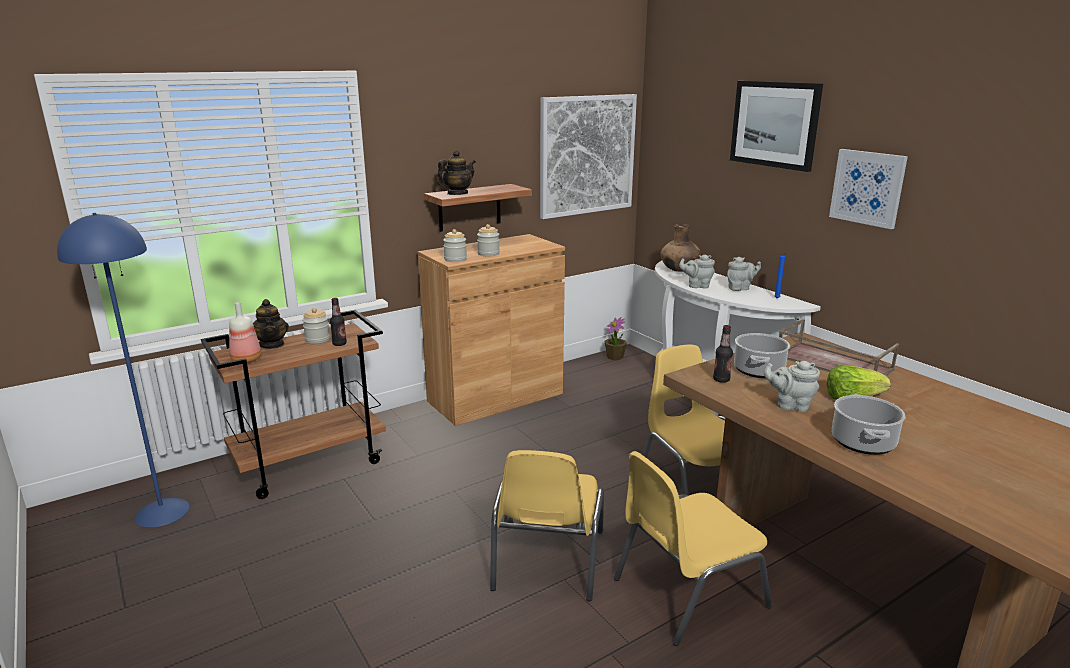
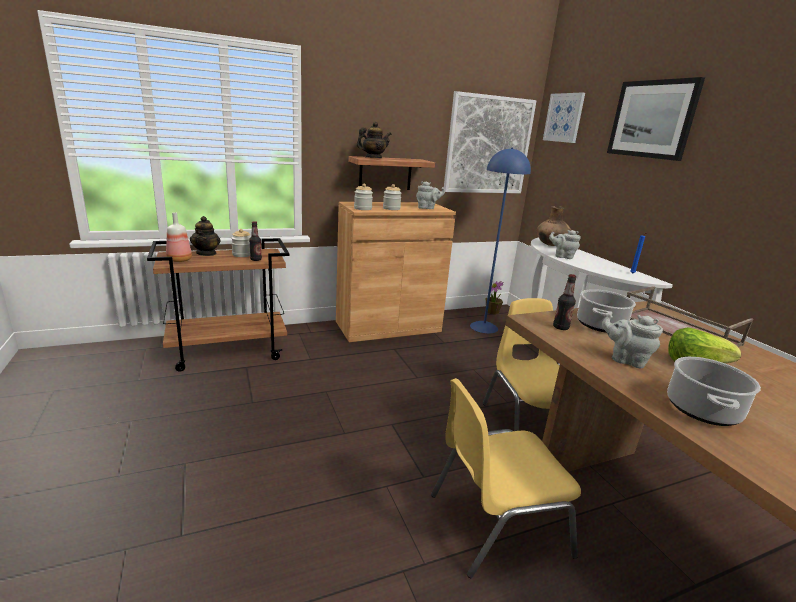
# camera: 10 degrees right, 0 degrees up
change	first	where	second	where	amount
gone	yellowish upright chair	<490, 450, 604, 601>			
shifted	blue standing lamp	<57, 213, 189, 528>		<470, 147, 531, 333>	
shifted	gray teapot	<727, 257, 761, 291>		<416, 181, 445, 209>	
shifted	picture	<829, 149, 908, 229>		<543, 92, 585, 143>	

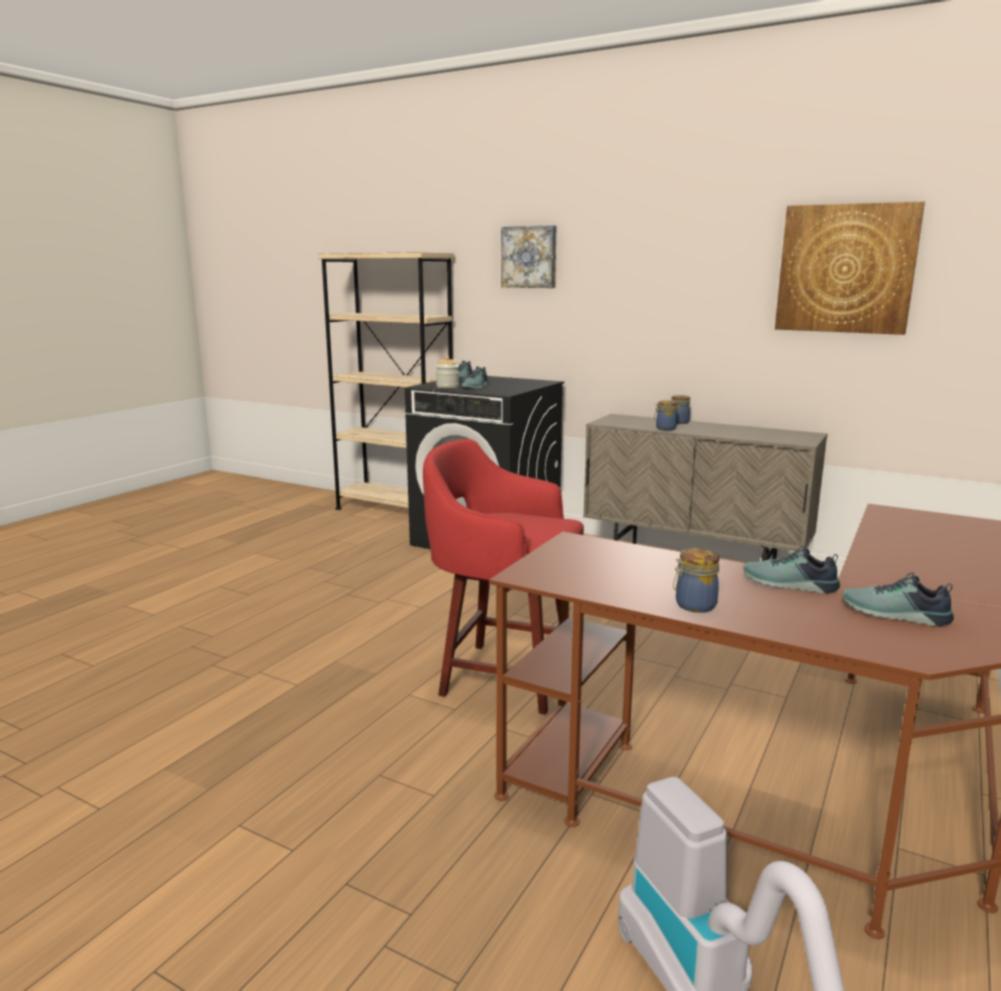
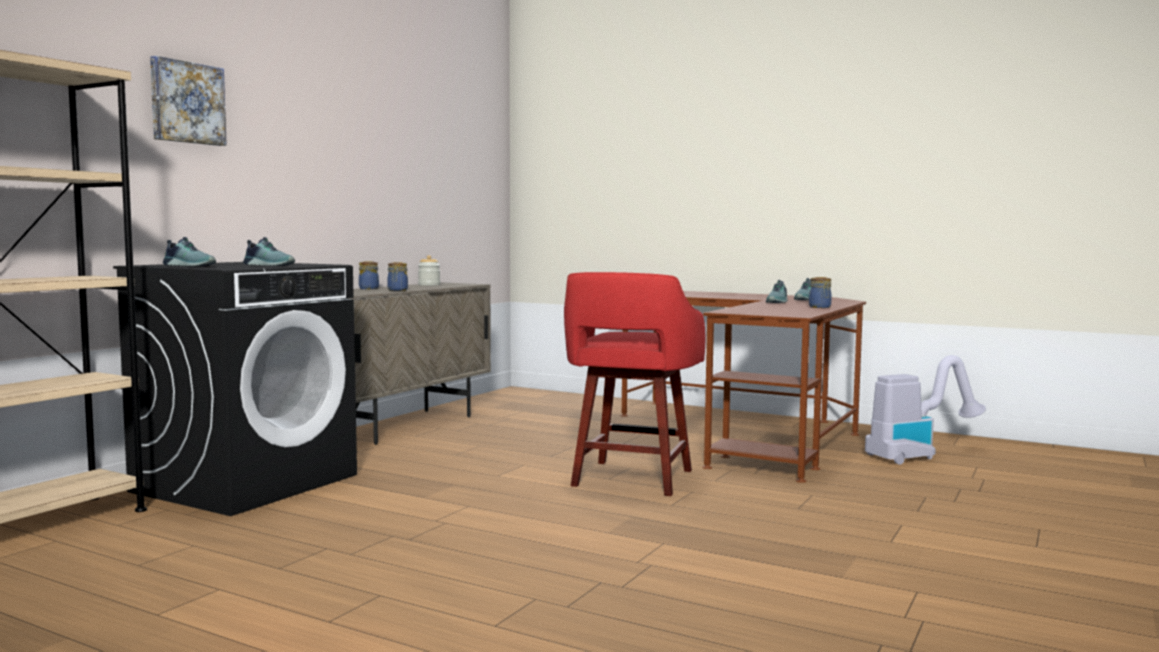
# camera: 90 degrees left, 10 degrees down
change	first	where	second	where	amount
gone	picture	<775, 202, 925, 335>			
shifted	storage jar	<436, 356, 459, 389>		<418, 255, 440, 286>	

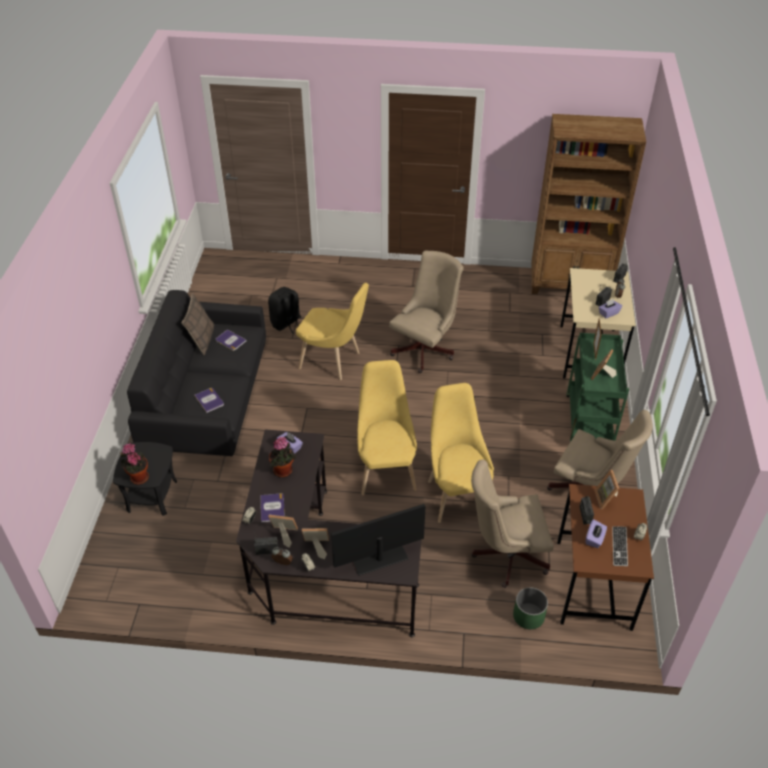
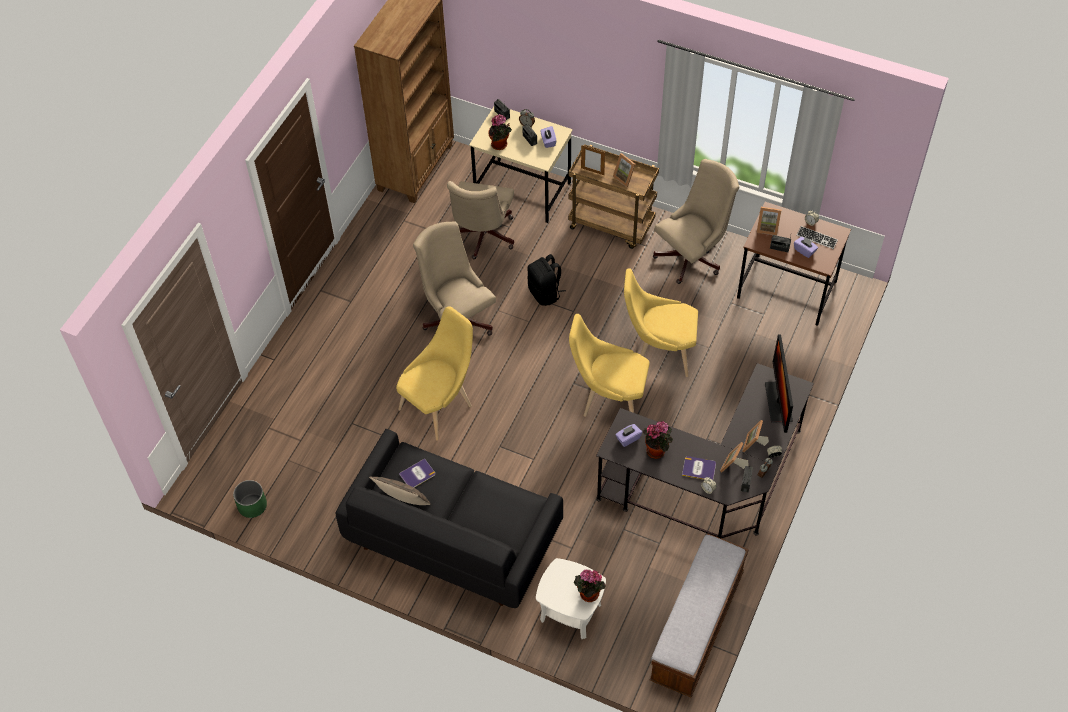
# camera: 70 degrees left, 10 degrees up
change	first	where	second	where	amount
gone	bound book	<194, 388, 224, 413>			
new			plant in a pot	<488, 114, 512, 150>	
new			bench	<649, 533, 749, 697>	
shifted	black rucksack	<268, 287, 301, 334>		<528, 254, 566, 306>	
shifted	beige-coloured desk chair	<471, 460, 554, 588>		<447, 181, 514, 259>	
shifted	green planter	<513, 587, 548, 629>		<233, 480, 267, 518>	
repainted	black end table	<113, 442, 177, 516>	white-coloured end table	<536, 558, 606, 639>	
repainted	green cart	<566, 333, 629, 442>	brown-coloured cart	<568, 144, 659, 249>	

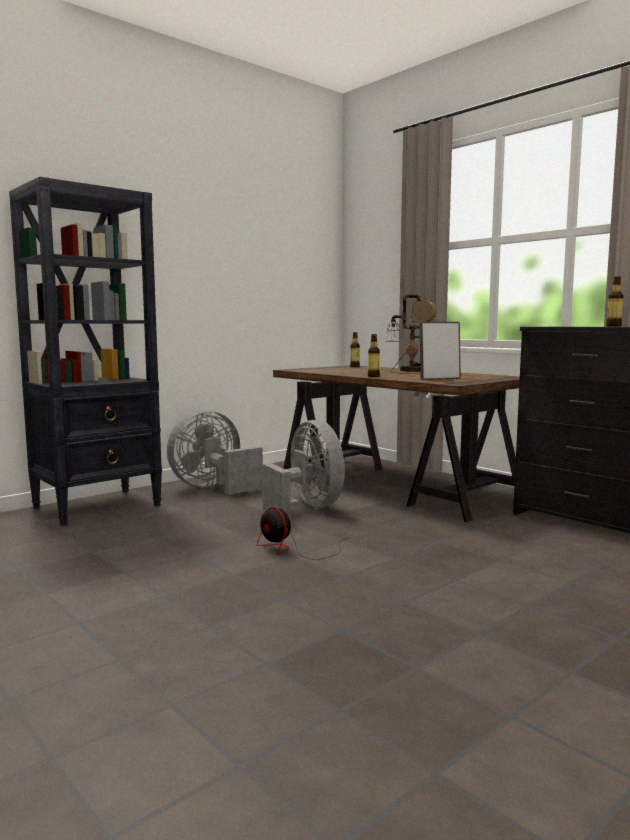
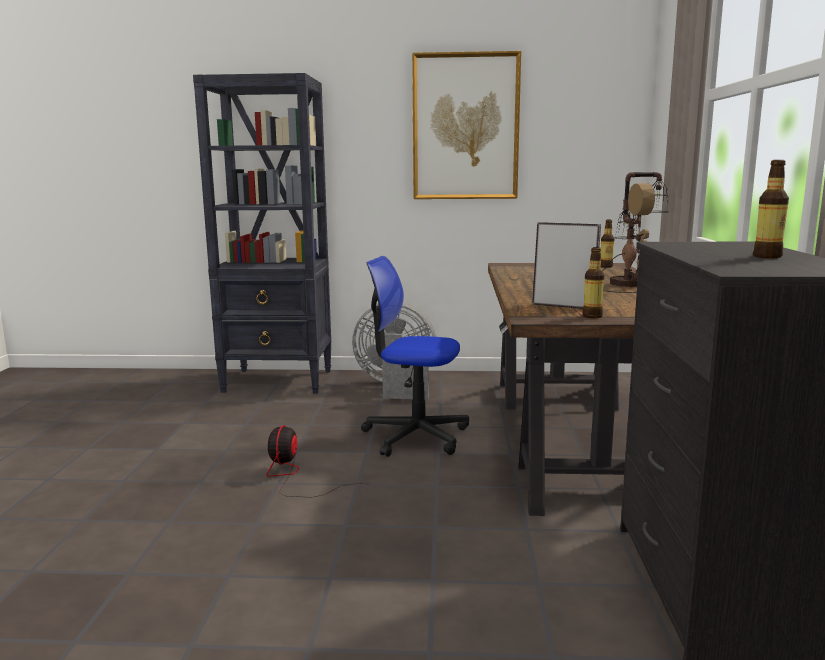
# camera: 45 degrees right, 5 degrees up
change	first	where	second	where	amount
new			picture	<412, 51, 521, 199>	
shifted	bottle	<368, 334, 380, 377>		<583, 247, 605, 319>	
swapped	gray cooling fan	<262, 420, 345, 520>	desk chair	<361, 256, 469, 457>	

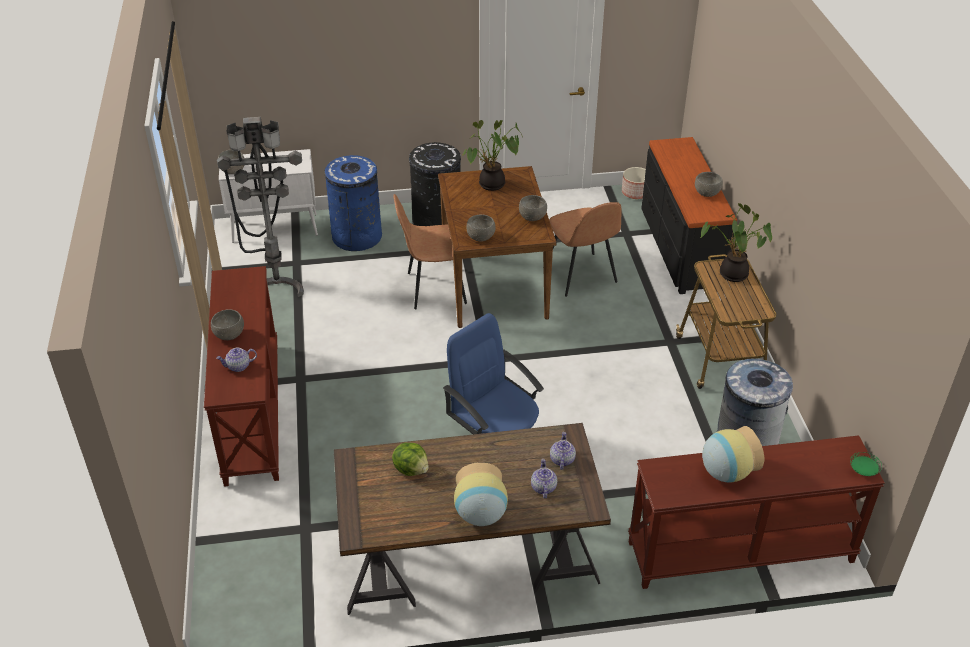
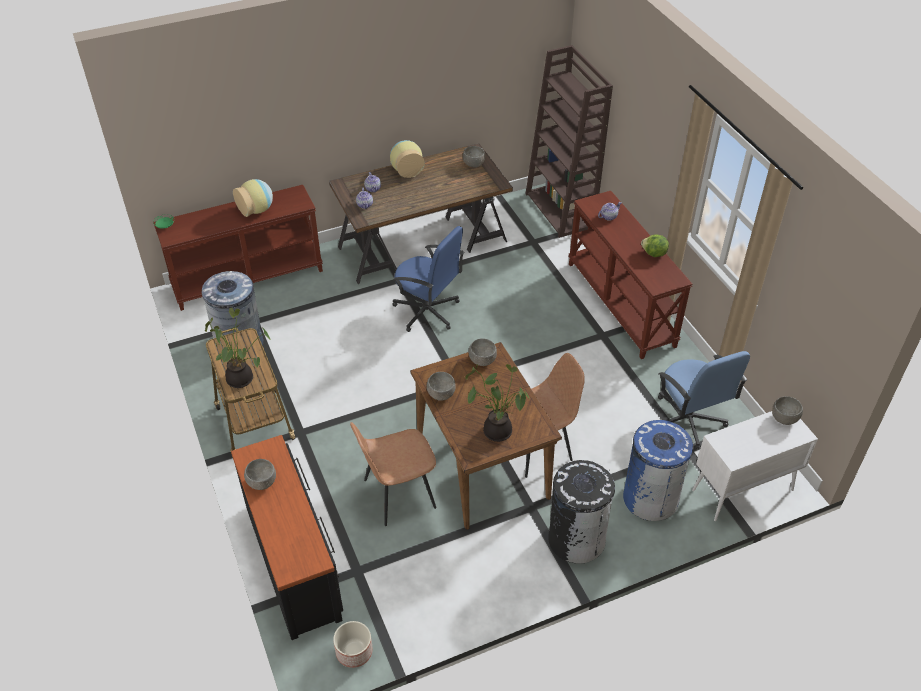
# camera: 165 degrees right, 5 degrees up
change	first	where	second	where	amount
new			brown-coloured bookcase	<526, 45, 613, 238>	
shifted	gray deep dish	<211, 309, 244, 340>		<463, 146, 485, 168>	
shifted	head of lettuce	<392, 443, 429, 476>		<641, 234, 669, 257>	
swapped	gray standing lamp	<217, 117, 304, 297>	blue desk chair	<658, 351, 750, 450>	
rotated	brown-coloured upright chair	<549, 202, 622, 297>		<350, 422, 436, 526>	75 degrees counterclockwise

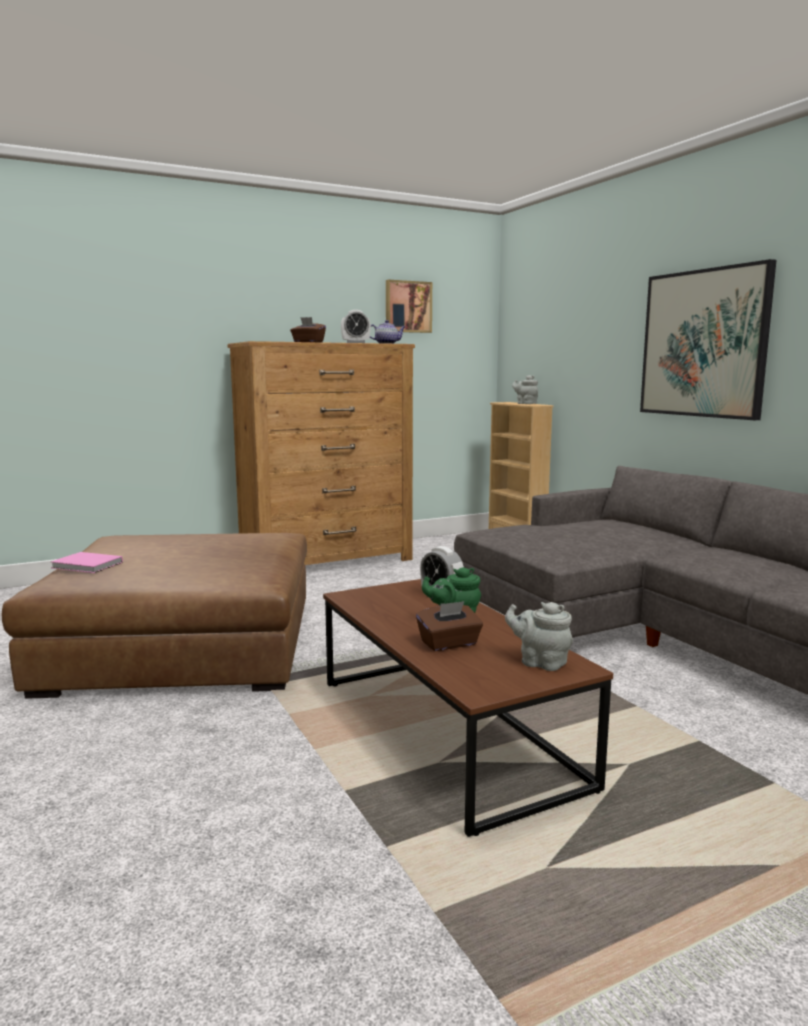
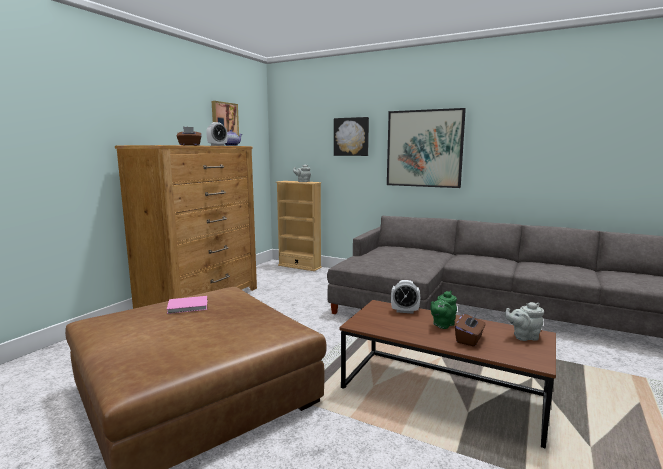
# camera: 35 degrees left, 0 degrees up
change	first	where	second	where	amount
new			picture	<334, 117, 369, 156>	
shifted	pink-coloured bound book	<51, 552, 123, 573>		<167, 296, 207, 314>	

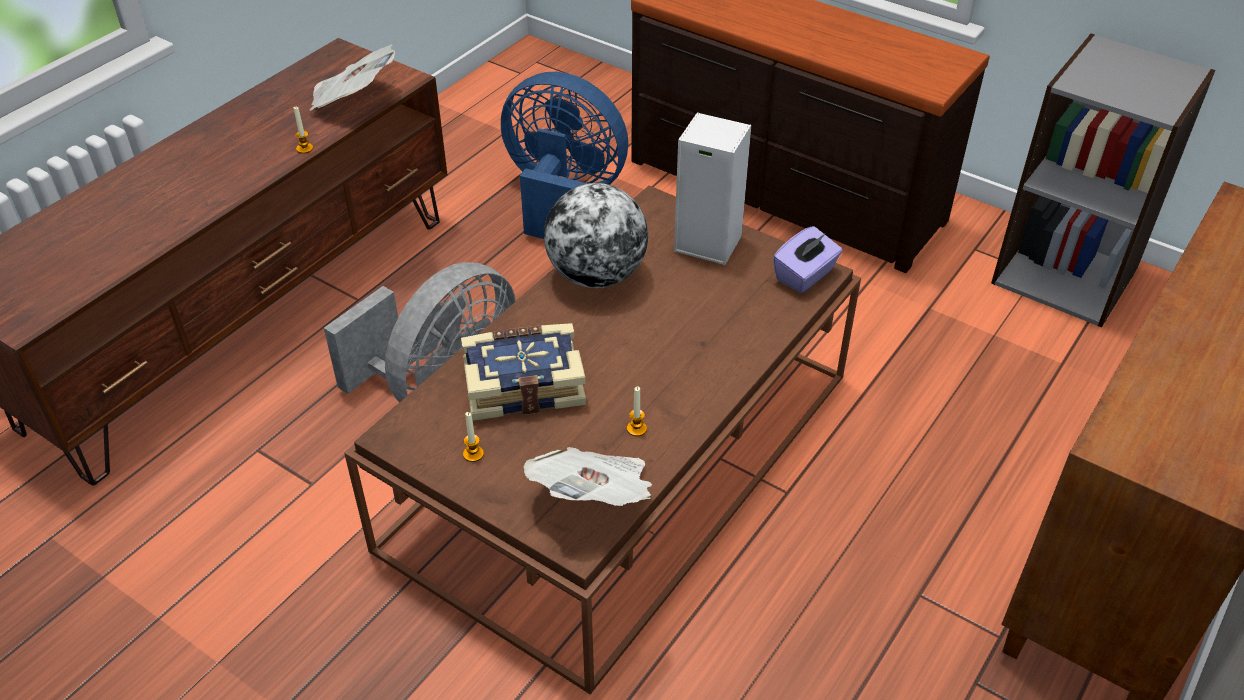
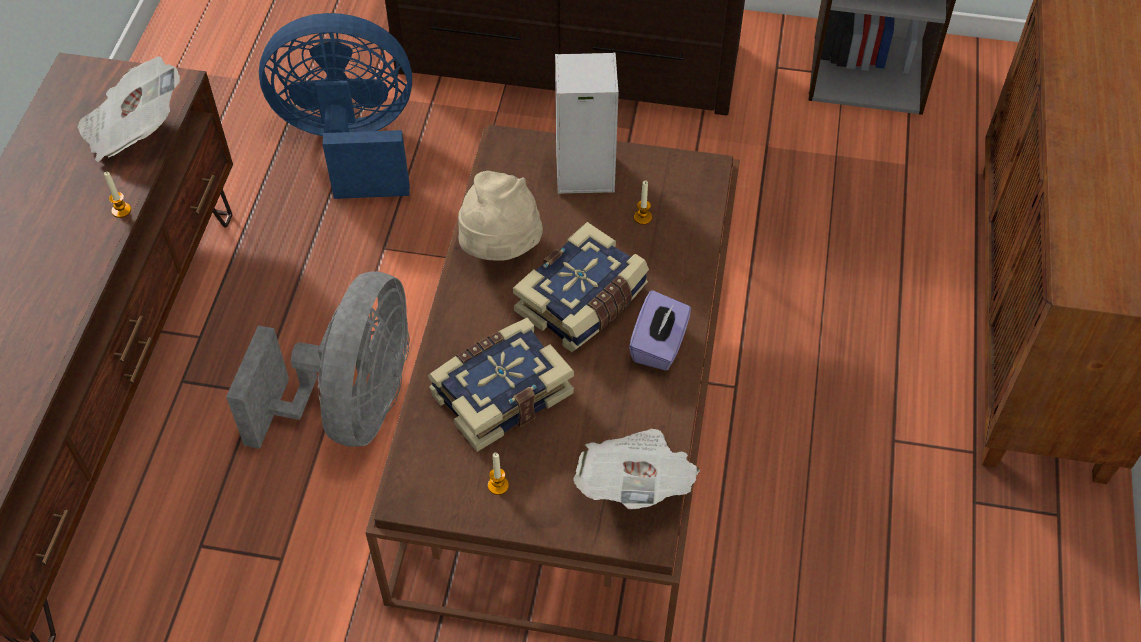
# camera: 25 degrees left, 10 degrees up
change	first	where	second	where	amount
new			bound book	<513, 222, 649, 352>	
shifted	wax light	<627, 387, 647, 436>		<634, 180, 652, 225>	
shifted	purple tissue holder	<773, 226, 843, 293>		<629, 290, 691, 371>	
swapped	desk globe	<544, 183, 648, 288>	beige-coloured clothing hat	<458, 171, 543, 261>	

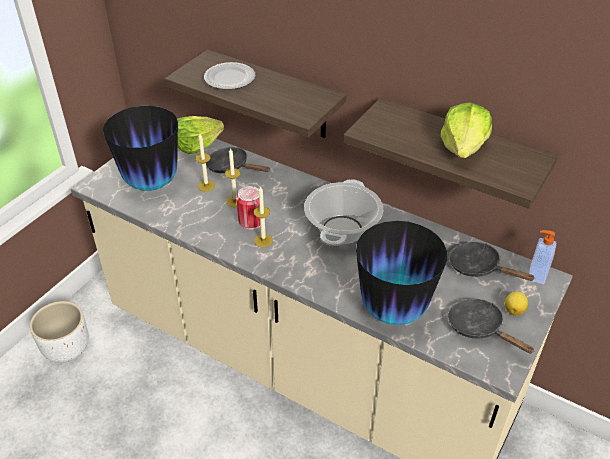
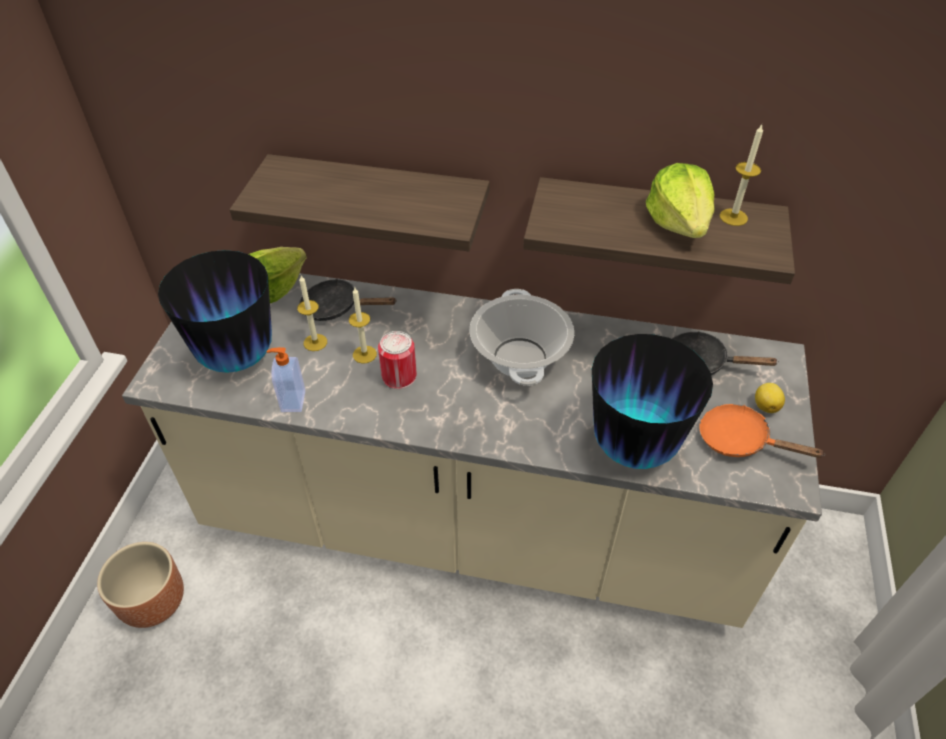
# camera: 20 degrees left, 5 degrees up
change	first	where	second	where	amount
gone	plate	<204, 62, 255, 90>			
shifted	wax light	<254, 186, 273, 247>		<720, 125, 763, 226>	
shifted	soap bottle	<528, 230, 556, 284>		<267, 347, 305, 412>	
repainted	white-coloured planter	<30, 301, 89, 362>	brown-coloured planter	<97, 542, 184, 628>	
repainted	black pan	<448, 299, 535, 354>	orange-coloured pan	<699, 404, 825, 458>	

